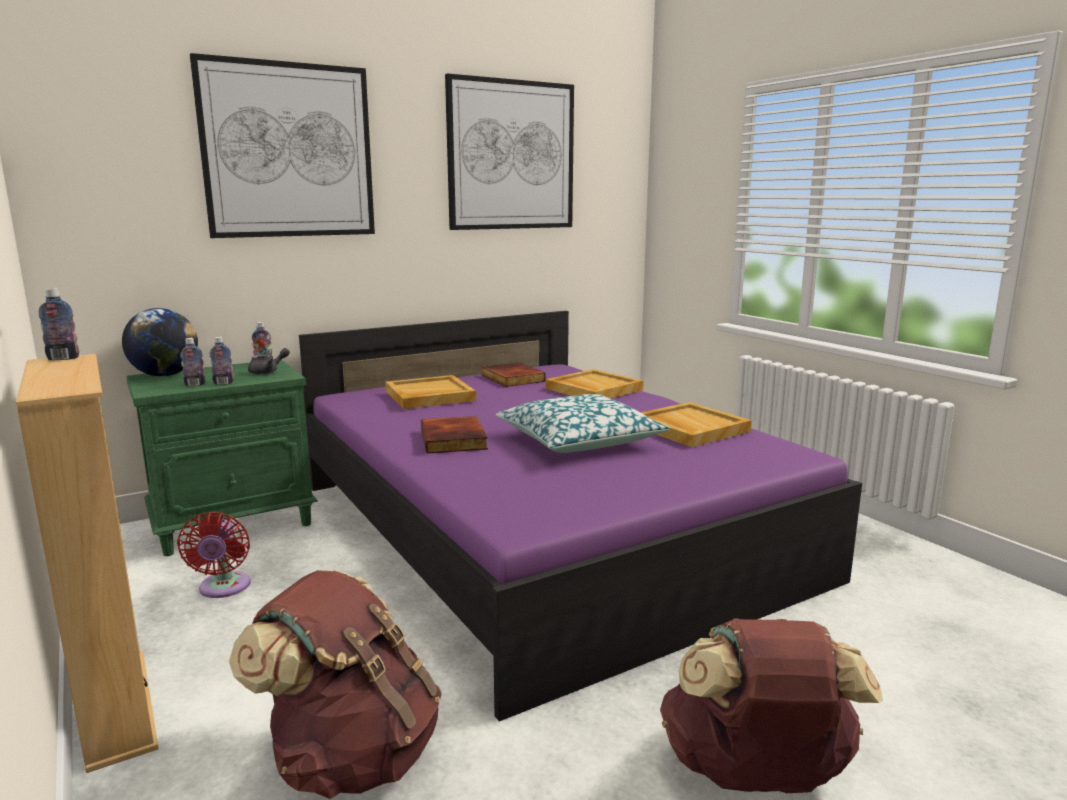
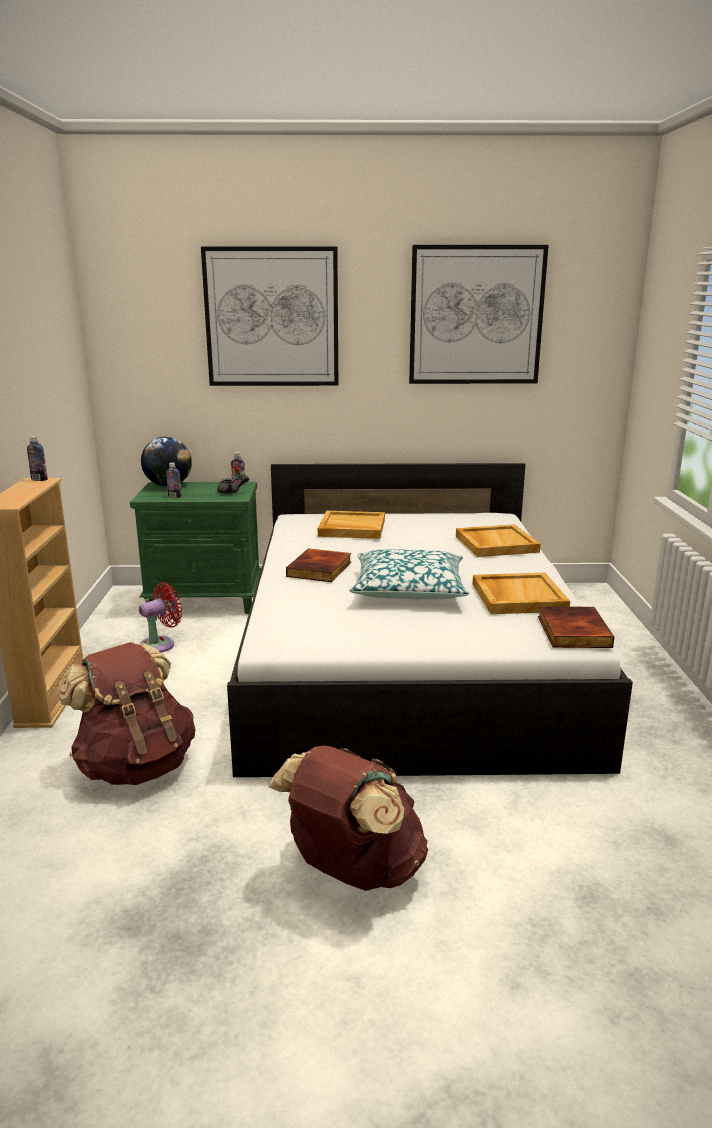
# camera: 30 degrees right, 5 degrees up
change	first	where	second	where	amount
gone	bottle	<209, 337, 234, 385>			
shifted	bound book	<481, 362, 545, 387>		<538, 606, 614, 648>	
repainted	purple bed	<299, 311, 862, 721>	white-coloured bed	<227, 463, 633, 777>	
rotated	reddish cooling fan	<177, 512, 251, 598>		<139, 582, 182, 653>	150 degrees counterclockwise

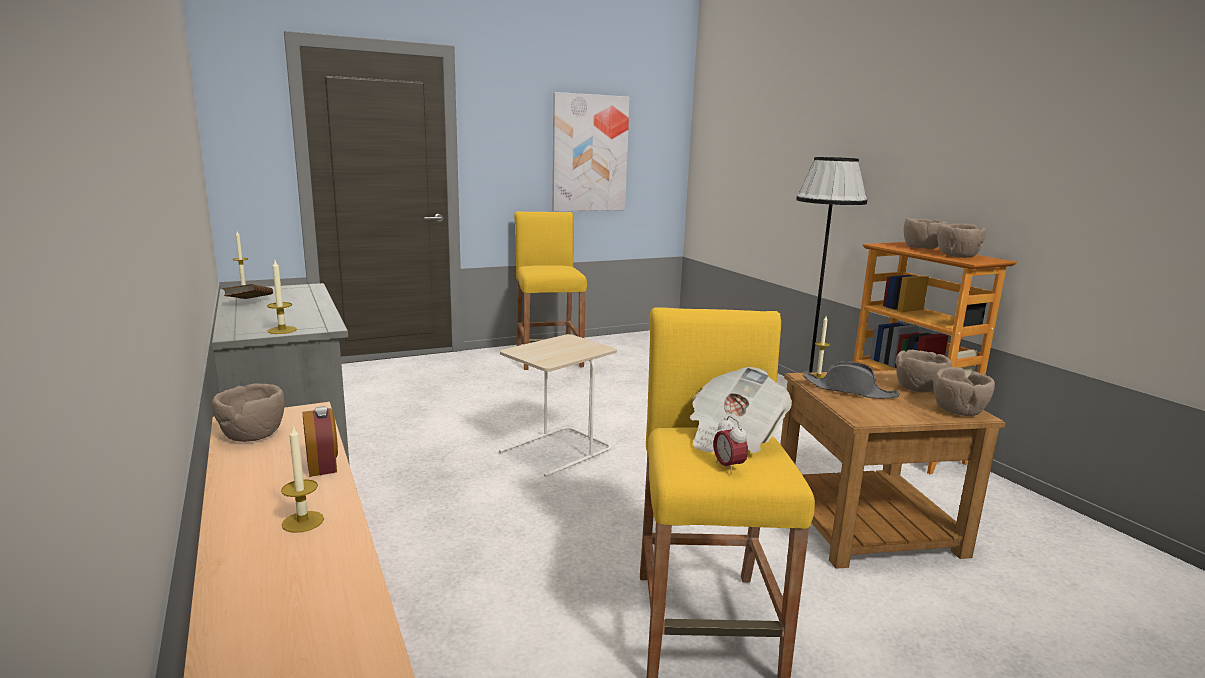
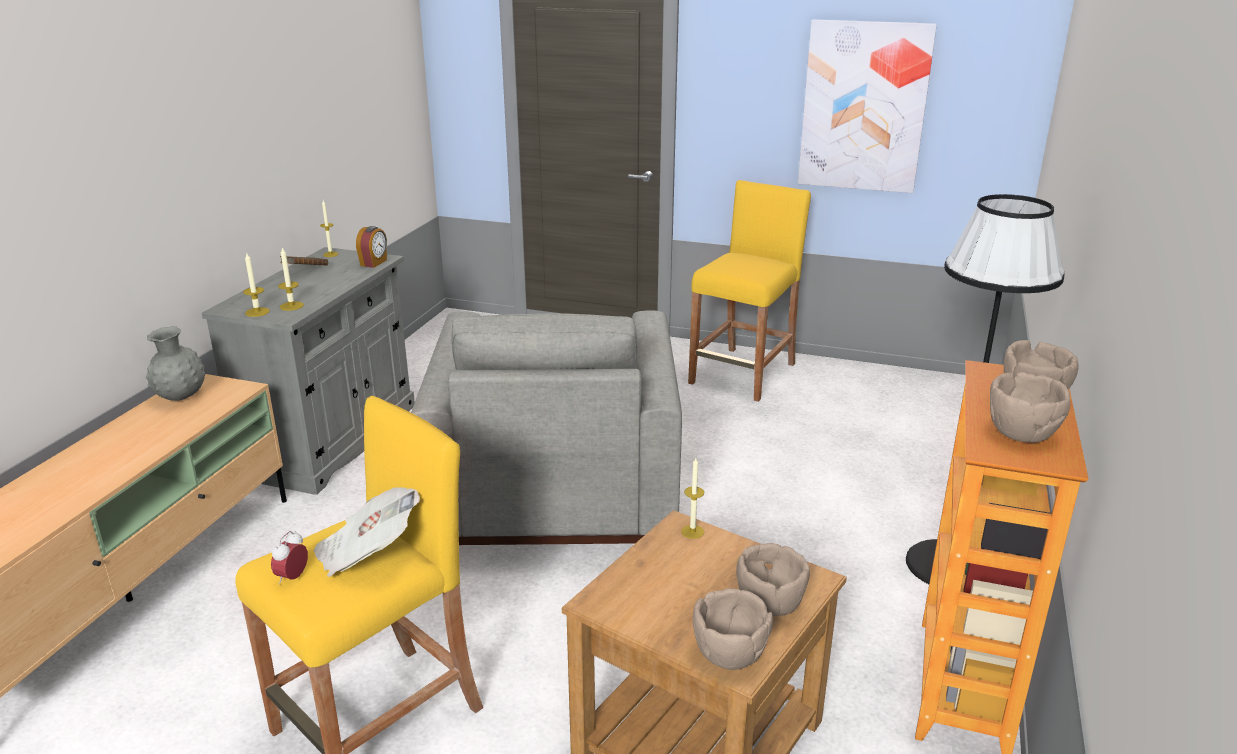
# camera: 45 degrees right, 10 degrees up
change	first	where	second	where	amount
gone	gray clothing hat	<803, 361, 900, 399>			
shifted	wax light	<281, 426, 324, 533>		<278, 247, 304, 311>	
shifted	bedside clock	<303, 406, 338, 477>		<356, 226, 387, 268>	
swapped	brown-coloured deep dish	<212, 383, 285, 442>	gray decorative vase	<146, 326, 205, 401>	
swapped	beige-coloured end table	<499, 334, 617, 477>	gray armchair	<411, 310, 682, 545>	

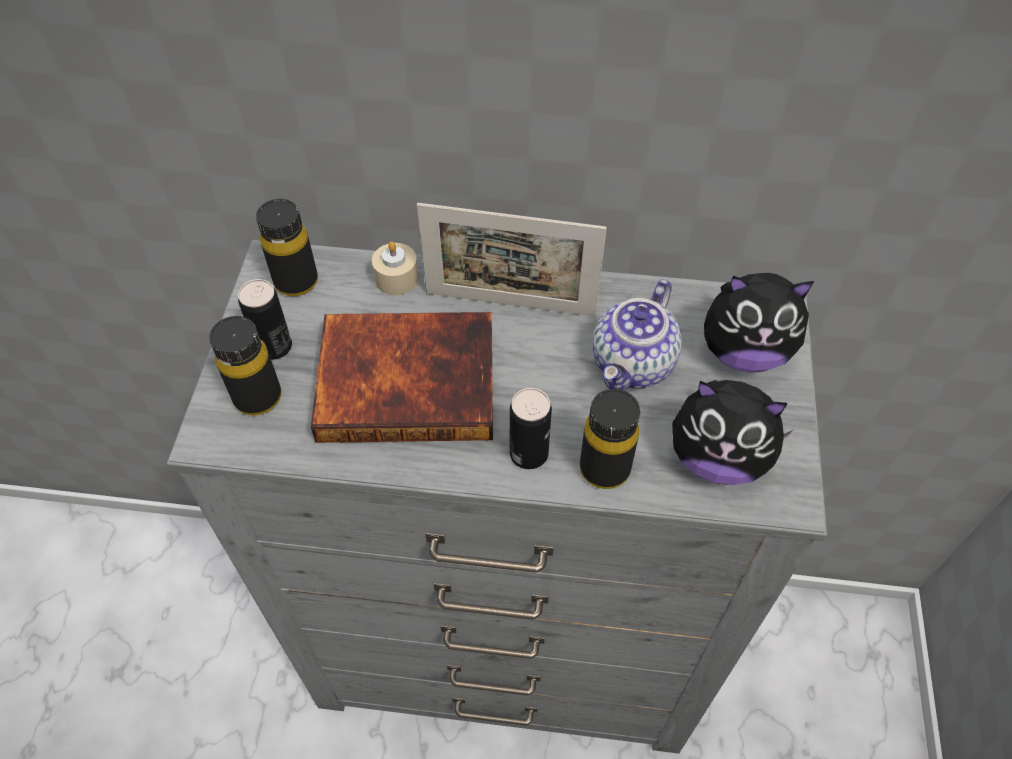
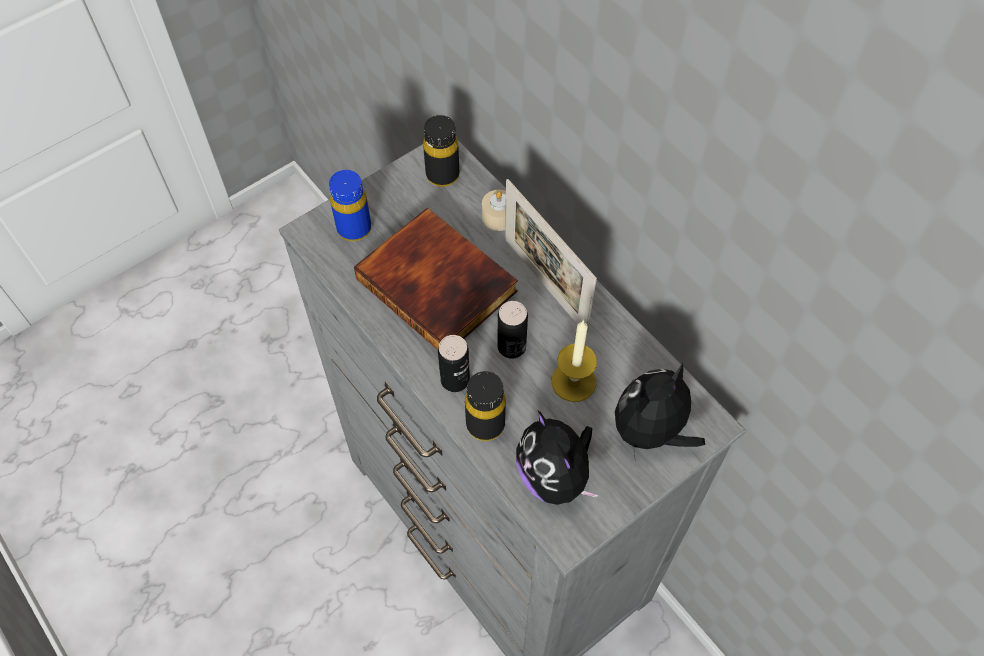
# camera: 45 degrees right, 5 degrees up
change	first	where	second	where	amount
shifted	metal can	<238, 279, 292, 360>		<497, 301, 528, 359>	
swapped	teapot	<592, 279, 682, 390>	wax light	<552, 320, 597, 402>	
repainted	black bottle	<209, 316, 281, 416>	blue bottle	<329, 170, 371, 241>	
rotated	soft toy	<704, 273, 814, 372>		<615, 362, 705, 455>	90 degrees clockwise

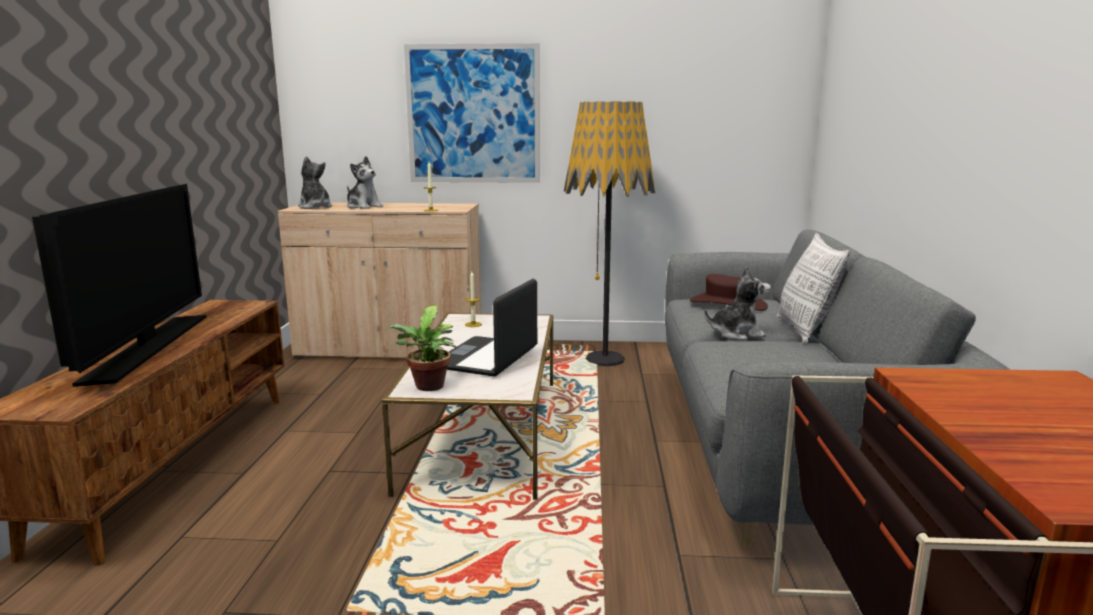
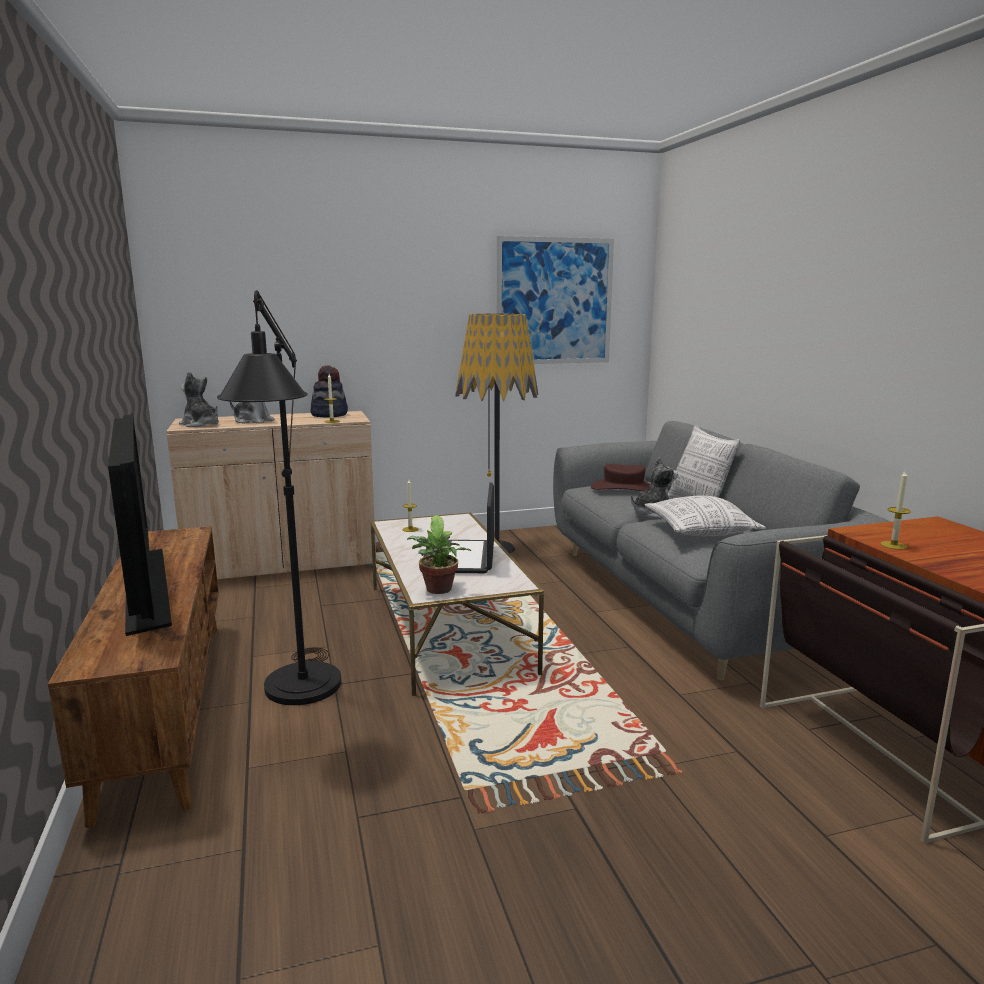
# camera: 20 degrees left, 0 degrees up
change	first	where	second	where	amount
new			black standing lamp	<217, 290, 341, 705>	
new			clothing hat	<311, 365, 348, 418>	
new			throw pillow	<645, 496, 766, 537>	
new			wax light	<881, 471, 911, 550>	
shifted	picture	<404, 43, 540, 183>		<497, 236, 614, 364>	

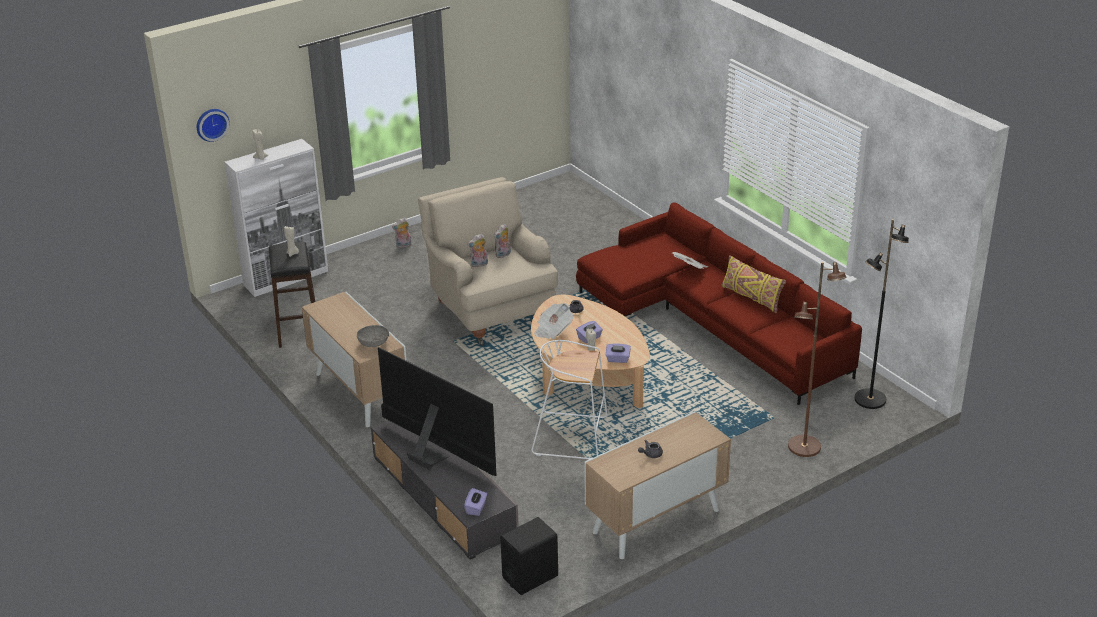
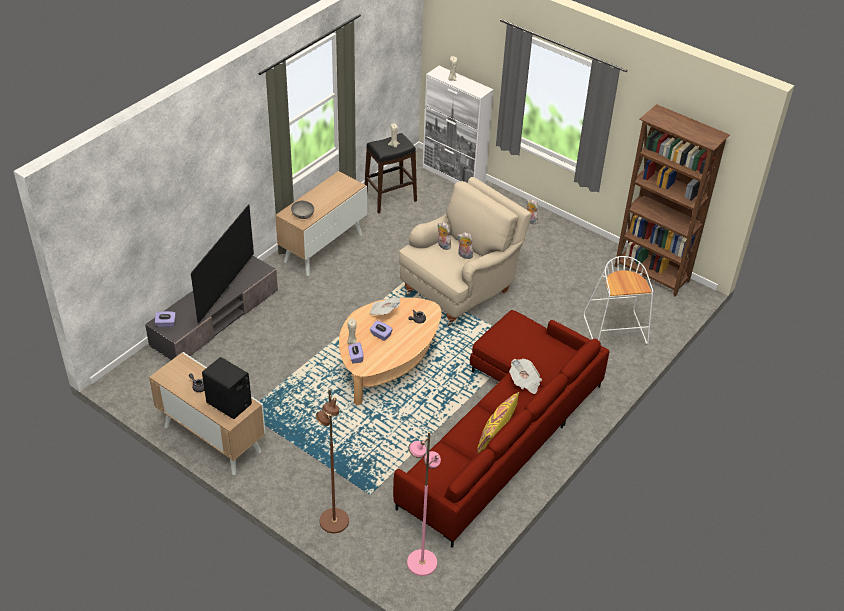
# camera: 70 degrees right, 10 degrees up
change	first	where	second	where	amount
gone	wall clock	<197, 109, 230, 142>			
new			brown-coloured bookcase	<614, 104, 730, 297>	
shifted	black loudspeaker	<500, 517, 558, 595>		<202, 357, 252, 419>	
shifted	white-coloured sitting stool	<531, 340, 607, 460>		<584, 256, 653, 344>	
repainted	black standing lamp	<854, 219, 909, 409>	pink-coloured standing lamp	<407, 432, 441, 576>	

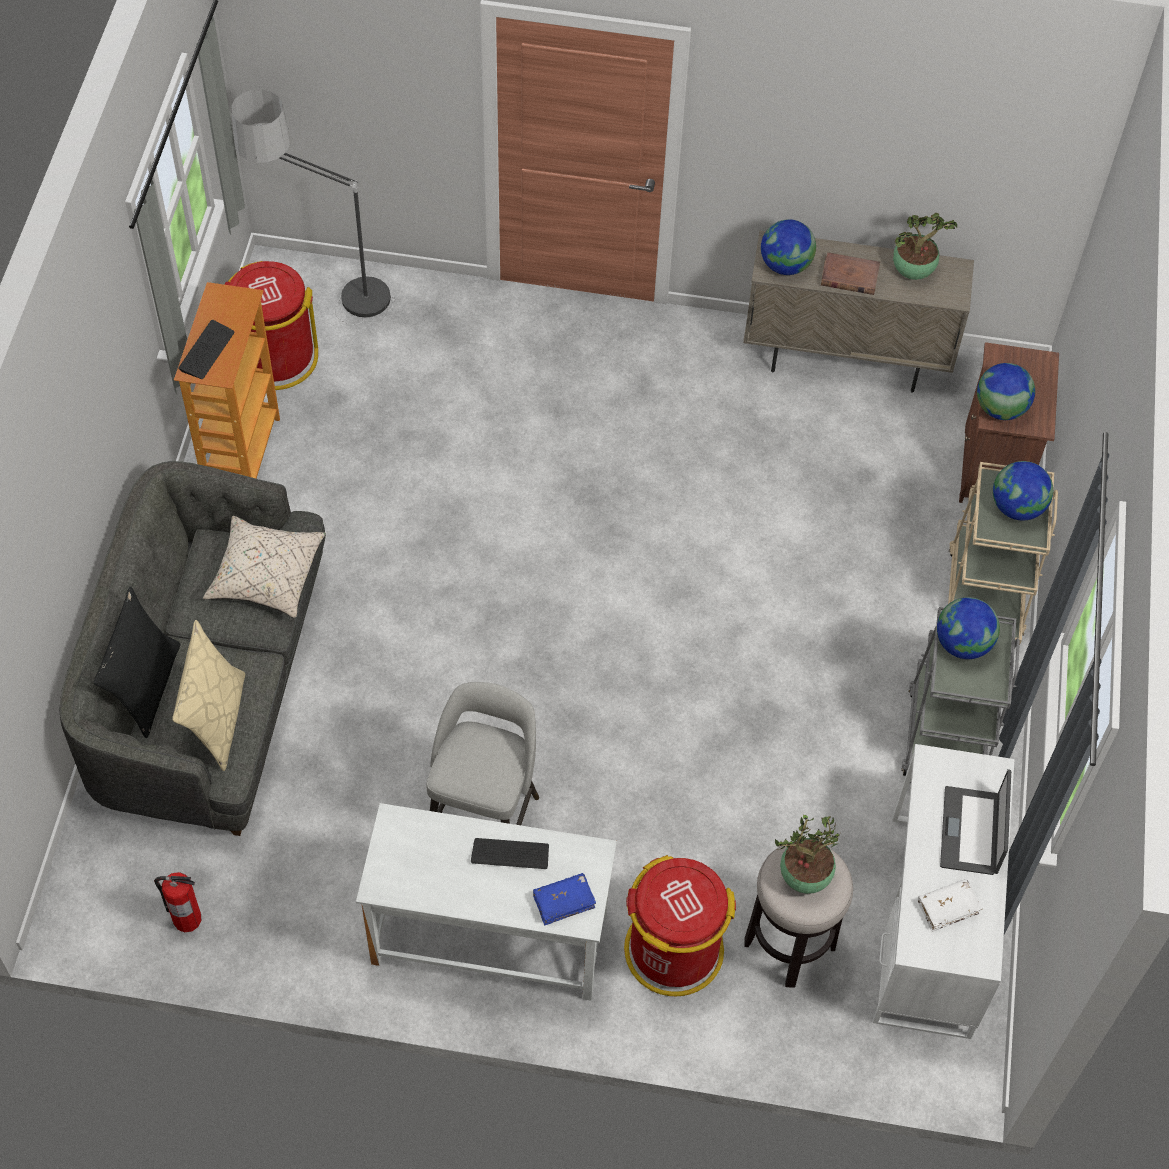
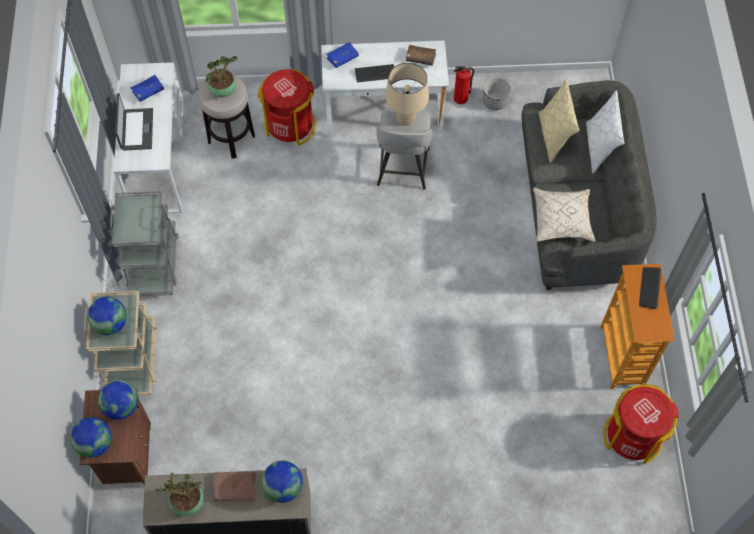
# camera: 170 degrees right, 5 degrees up
change	first	where	second	where	amount
gone	standing lamp	<231, 89, 395, 325>			
new			beige-coloured table lamp	<385, 63, 429, 126>	
new			brown-coloured bound book	<406, 45, 436, 66>	
new			planter	<483, 77, 511, 110>	
shifted	extinguisher	<154, 872, 201, 932>		<454, 66, 475, 104>	
shifted	desk globe	<937, 597, 1000, 659>		<70, 417, 112, 458>	
repainted	black throw pillow	<94, 587, 181, 738>	white-coloured throw pillow	<586, 90, 624, 173>	
repainted	white-coloured bound book	<918, 879, 982, 932>	blue bound book	<131, 75, 164, 102>	

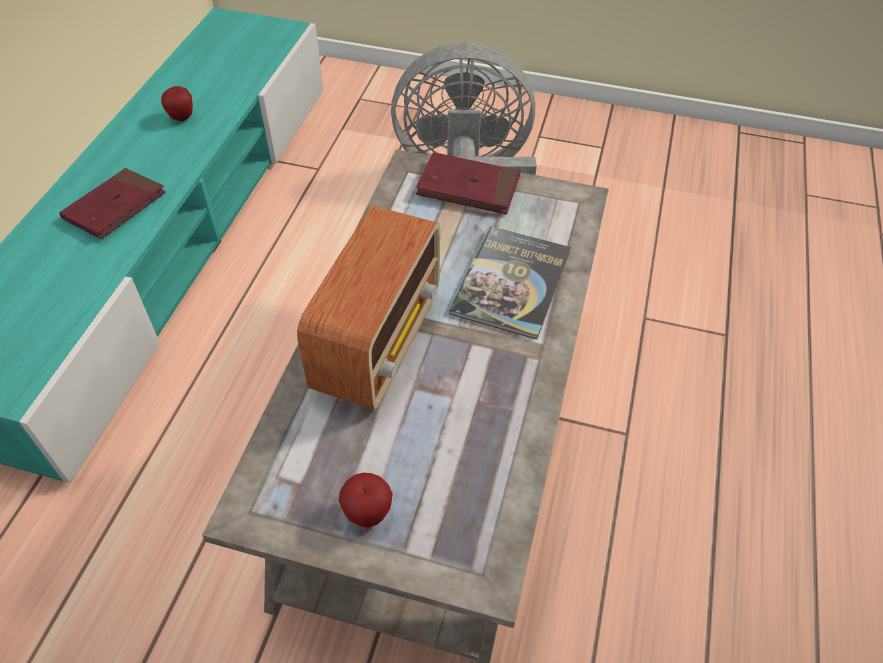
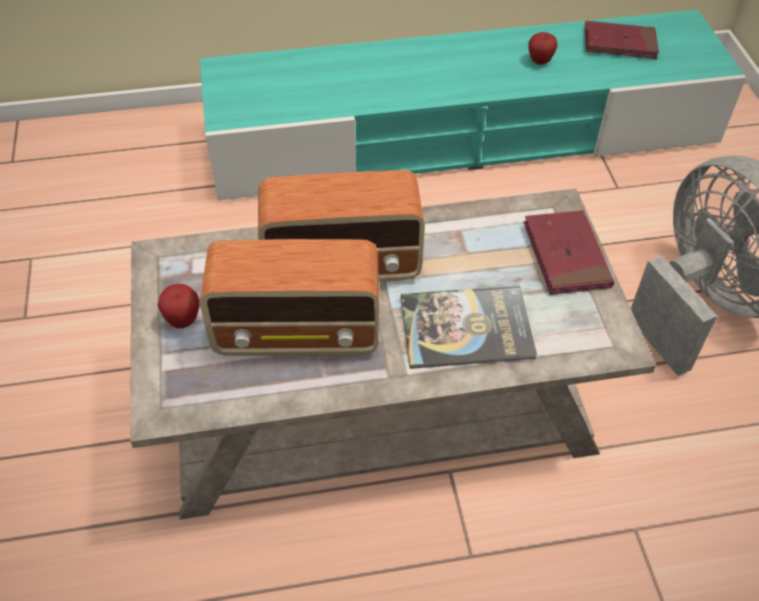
# camera: 65 degrees right, 0 degrees up
change	first	where	second	where	amount
new			radio set	<200, 239, 379, 356>	
shifted	reddish bound book	<59, 168, 166, 239>		<585, 21, 659, 59>	

